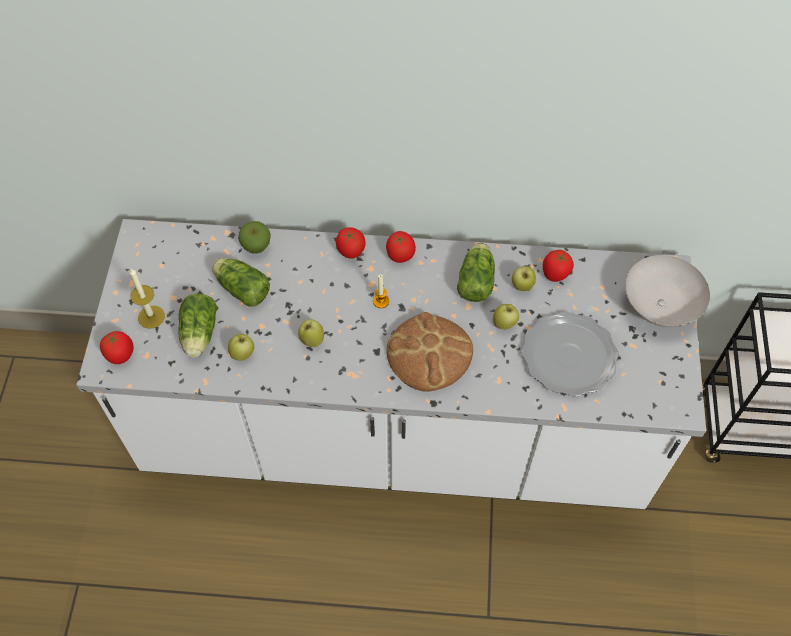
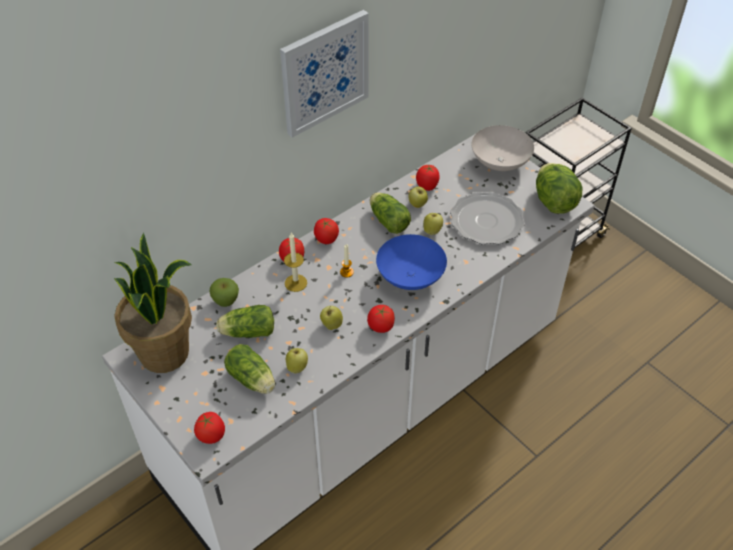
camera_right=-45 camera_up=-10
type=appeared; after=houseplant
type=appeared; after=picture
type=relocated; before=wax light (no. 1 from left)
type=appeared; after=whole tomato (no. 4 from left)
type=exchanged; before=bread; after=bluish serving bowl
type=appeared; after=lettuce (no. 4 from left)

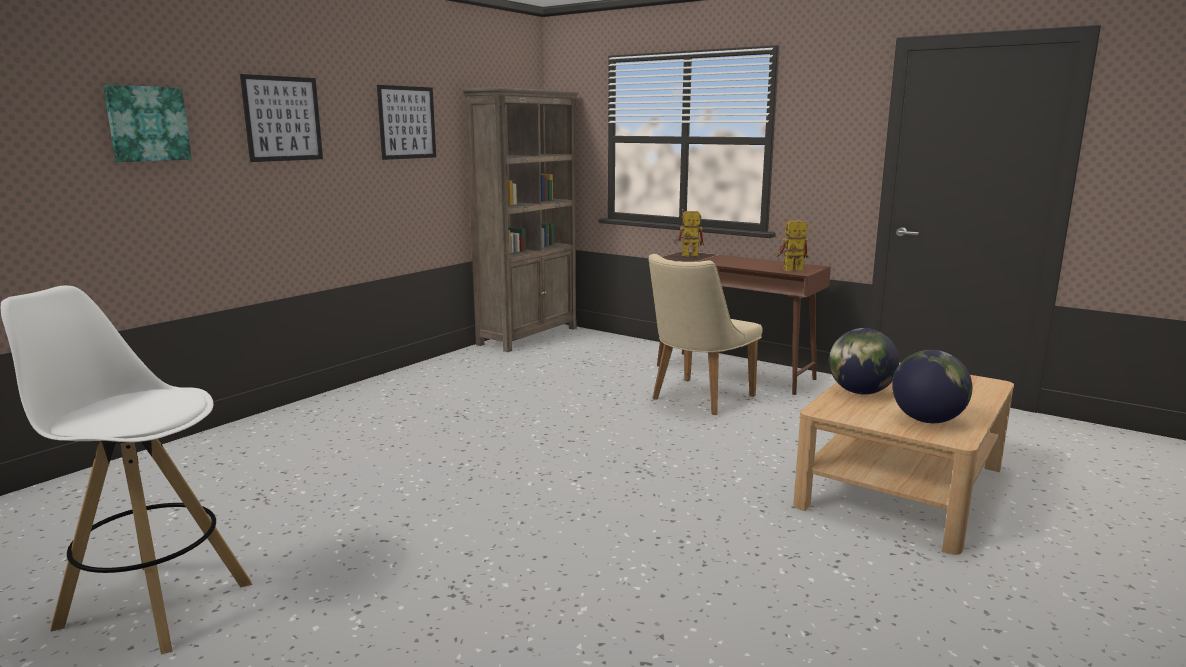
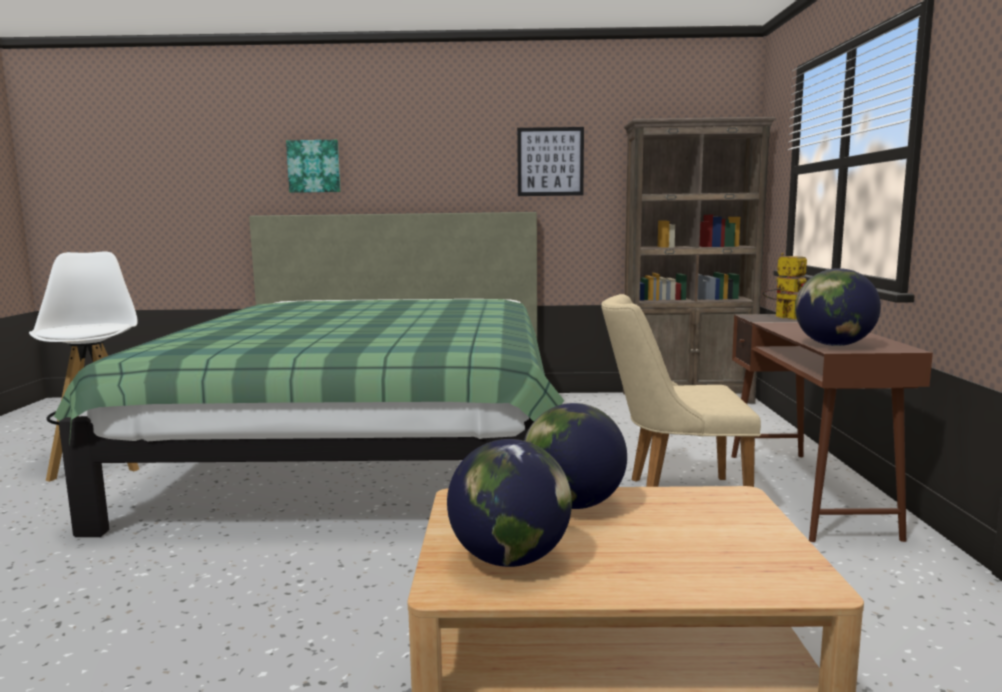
camera_right=55 camera_up=-5
type=appeared; after=green bedroom bed
type=exchanged; before=toy robot (no. 2 from left); after=desk globe (no. 3 from left)
type=missing; before=picture (no. 2 from left)

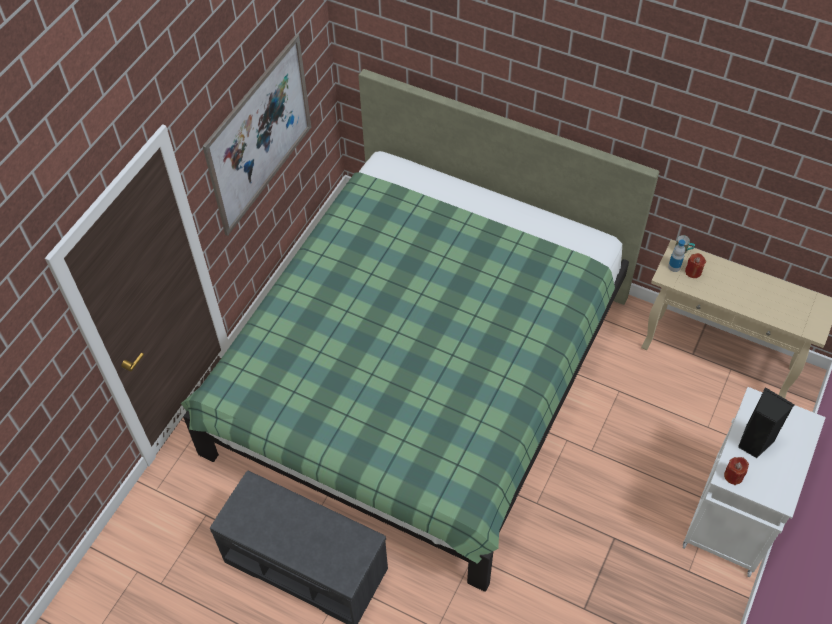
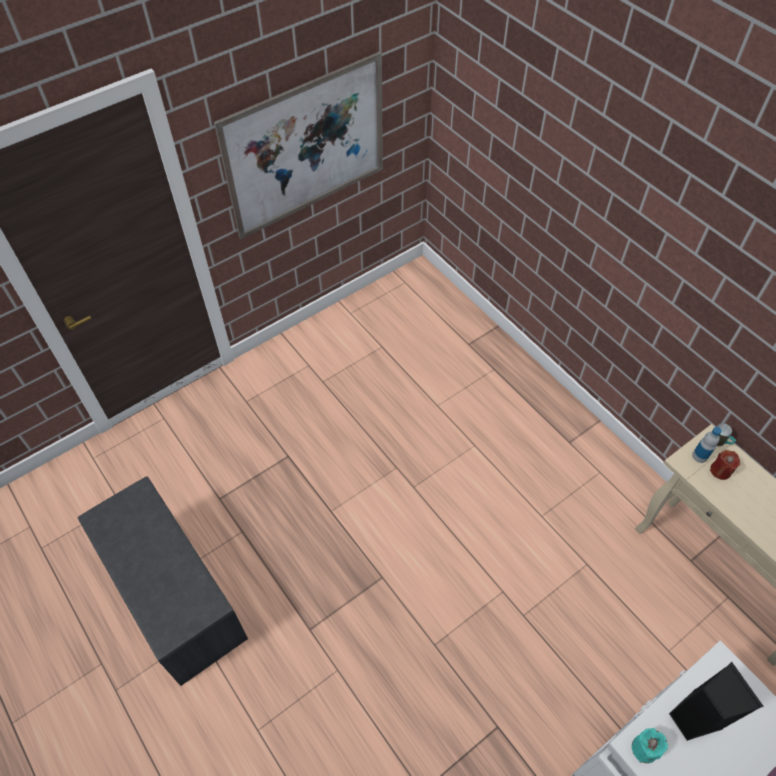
camera_right=25 camera_up=0
type=colour; before=reddish wax light (no. 2 from left); after=turquoise wax light
type=missing; before=green bedroom bed

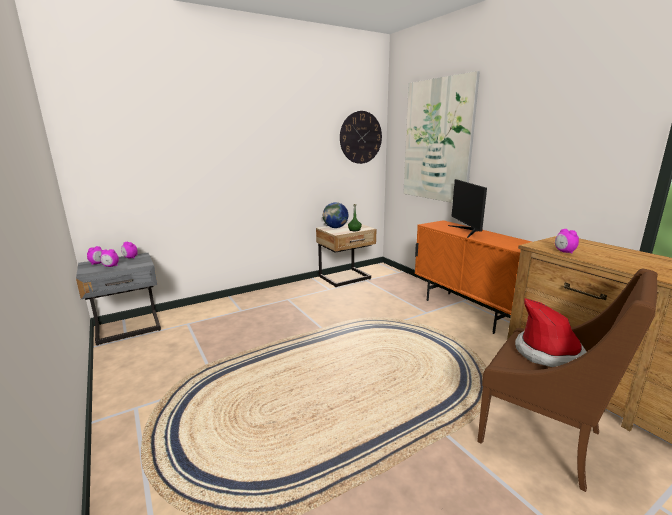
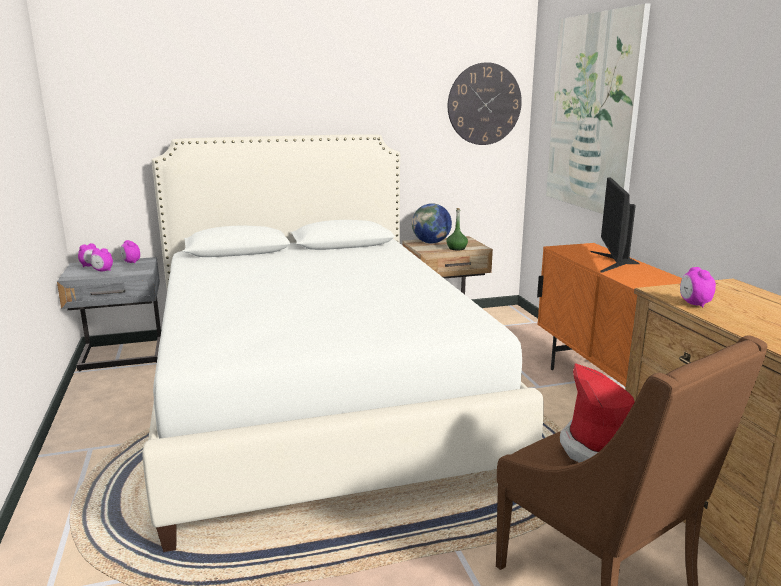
camera_right=15 camera_up=0
type=appeared; after=white-coloured bedroom bed

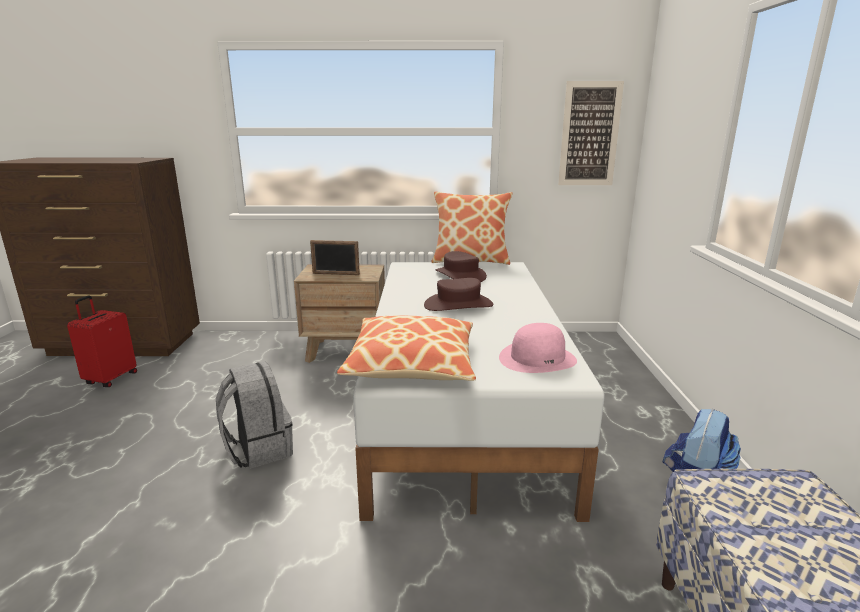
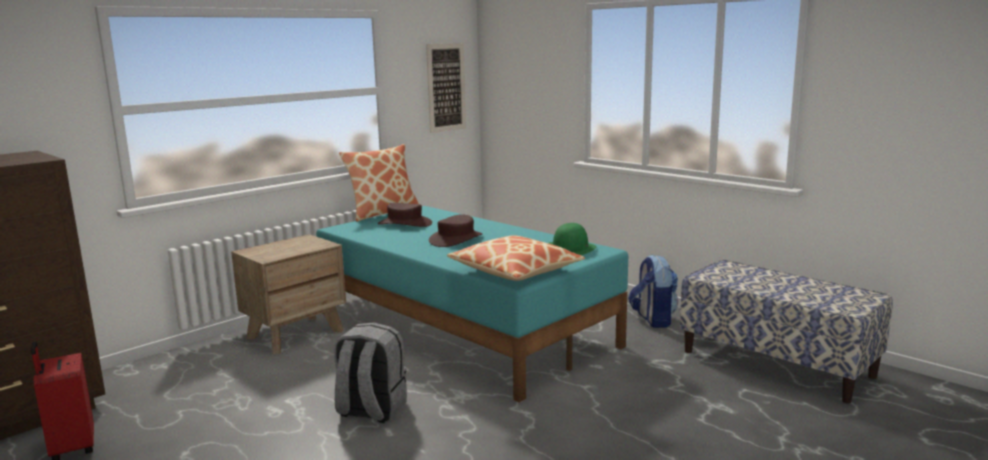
camera_right=-45 camera_up=-5
type=colour; before=white-coloured bedroom bed; after=turquoise bedroom bed
type=colour; before=pinkish wearable hat; after=green wearable hat
type=missing; before=standing frame

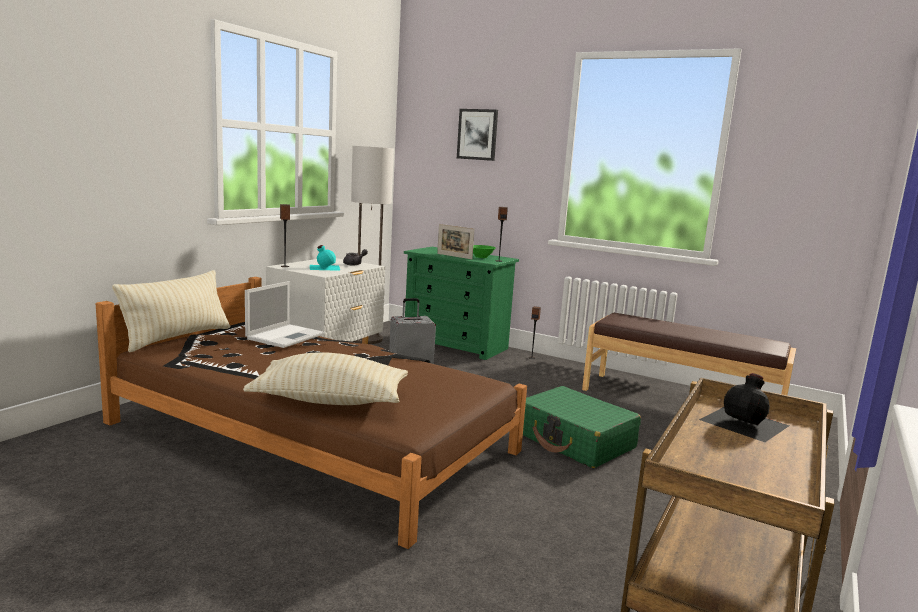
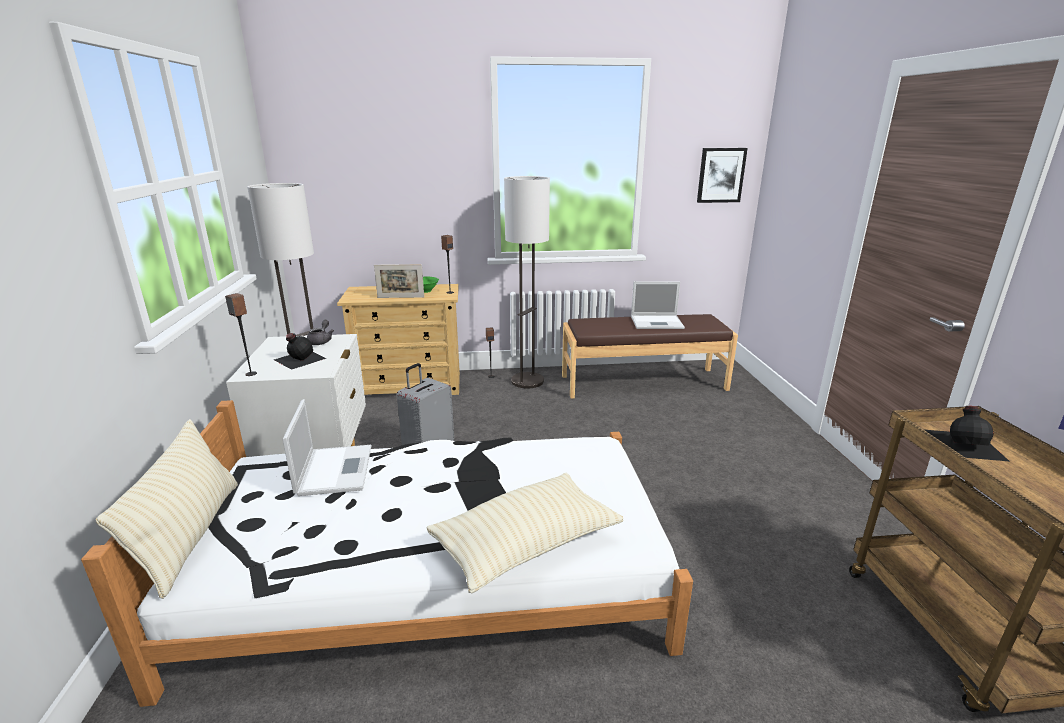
camera_right=-35 camera_up=10
type=colour; before=brownish bedroom bed; after=white-coloured bedroom bed
type=colour; before=turquoise drink bottle; after=blackish drink bottle (no. 1 from left)
type=colour; before=green dresser; after=beige dresser
type=appeared; after=standard lamp (no. 2 from left)
type=appeared; after=laptop (no. 2 from left)
type=relocated; before=picture
type=missing; before=green piece of luggage

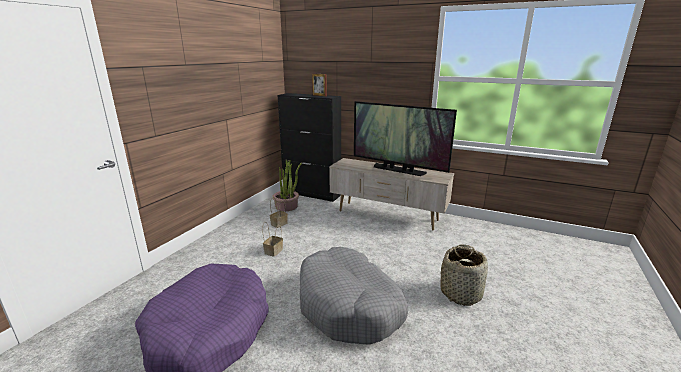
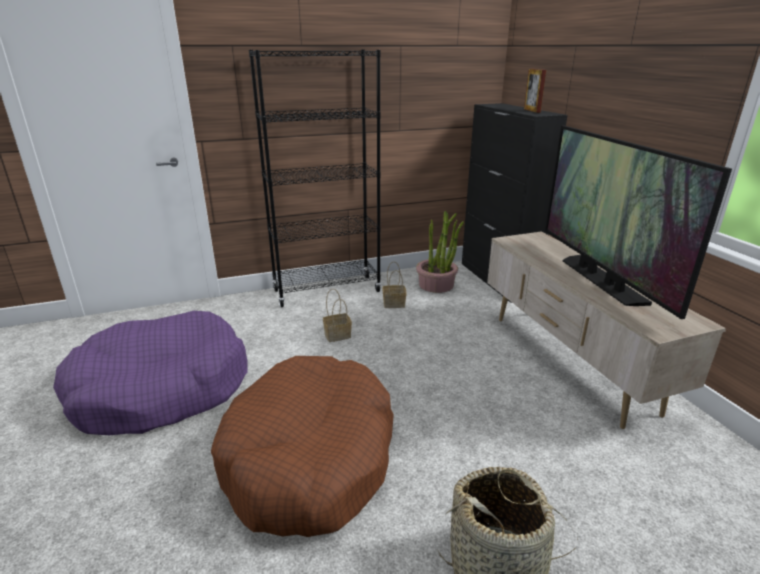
camera_right=45 camera_up=5
type=colour; before=grey dog cushion; after=brownish dog cushion
type=appeared; after=blackish bookcase

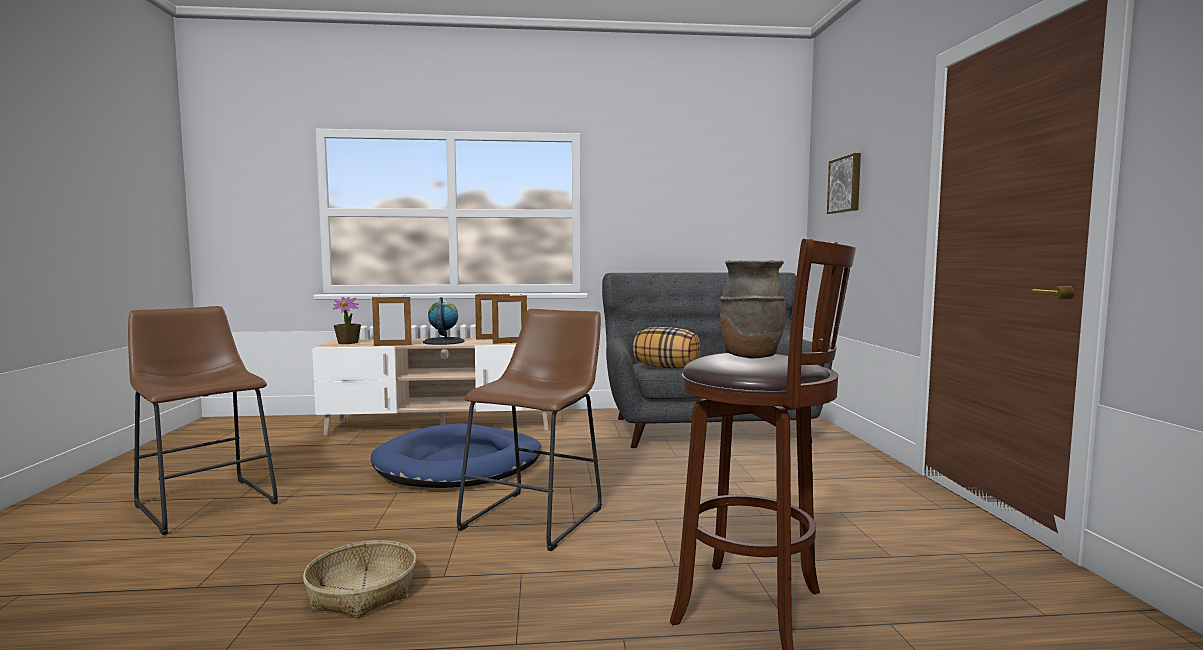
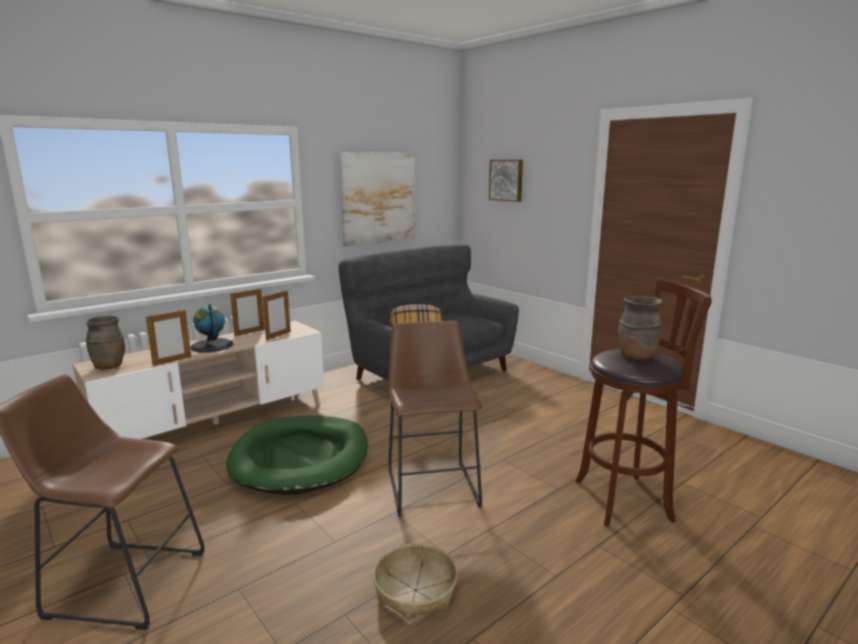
camera_right=-35 camera_up=10
type=exchanged; before=houseplant; after=brownish vase (no. 1 from left)
type=colour; before=bluish dog cushion; after=green dog cushion
type=appeared; after=picture (no. 1 from left)

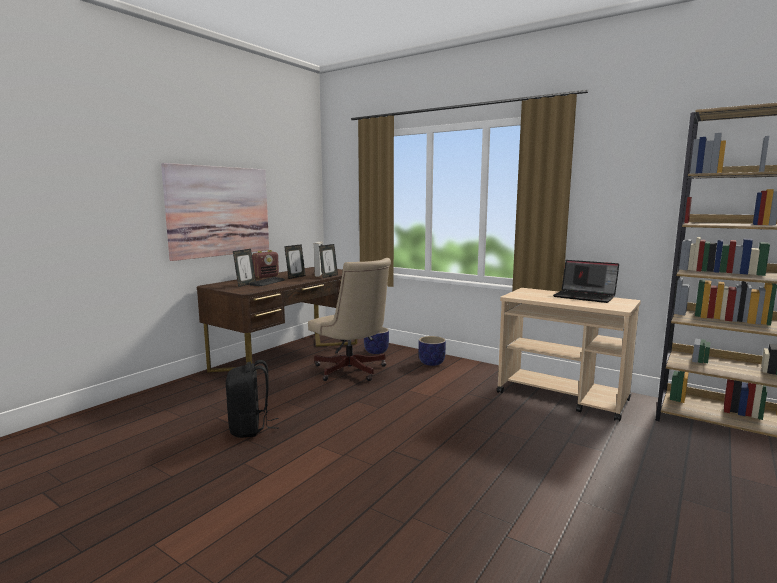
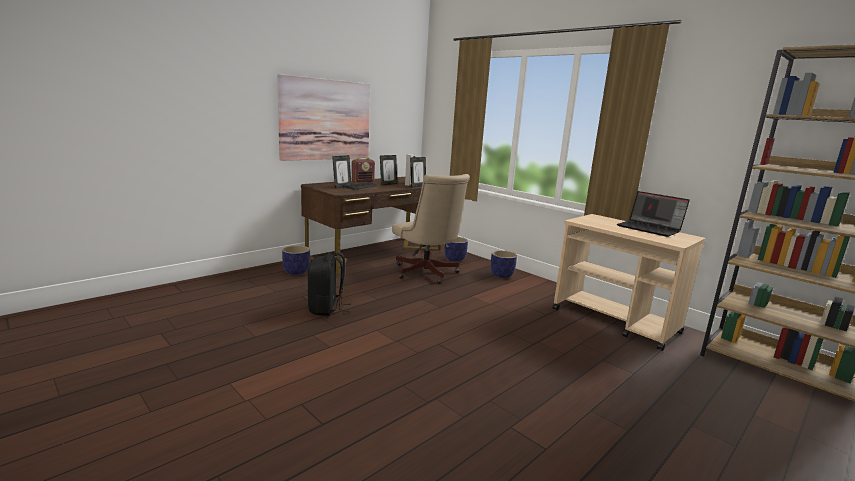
camera_right=10 camera_up=5
type=appeared; after=planter (no. 1 from left)

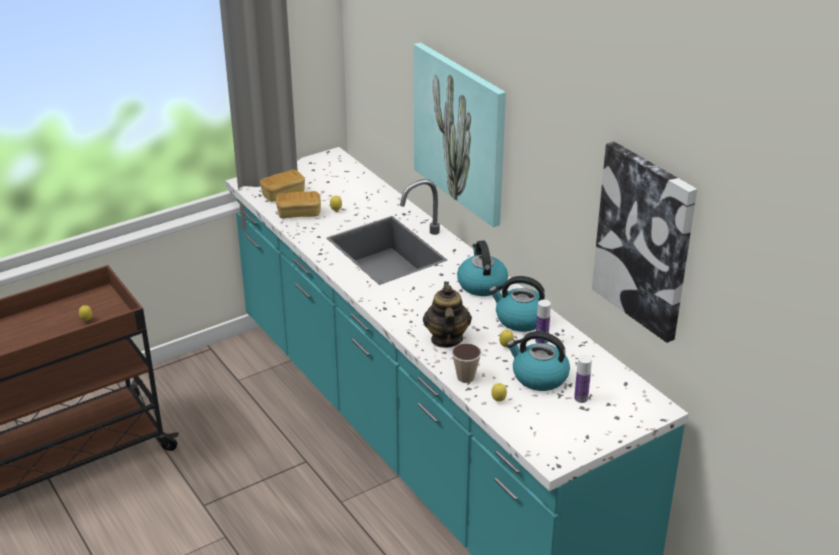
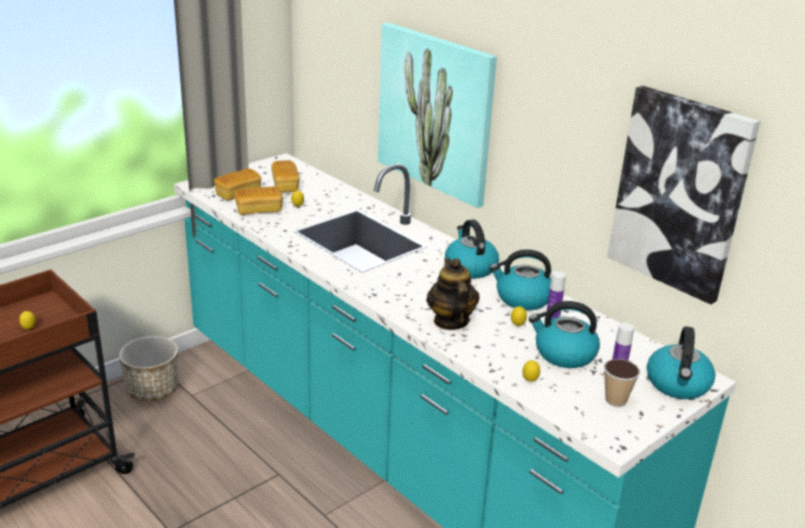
camera_right=-10 camera_up=-5
type=appeared; after=planter
type=appeared; after=bread (no. 3 from left)
type=relocated; before=cup
type=appeared; after=tea kettle (no. 4 from left)

